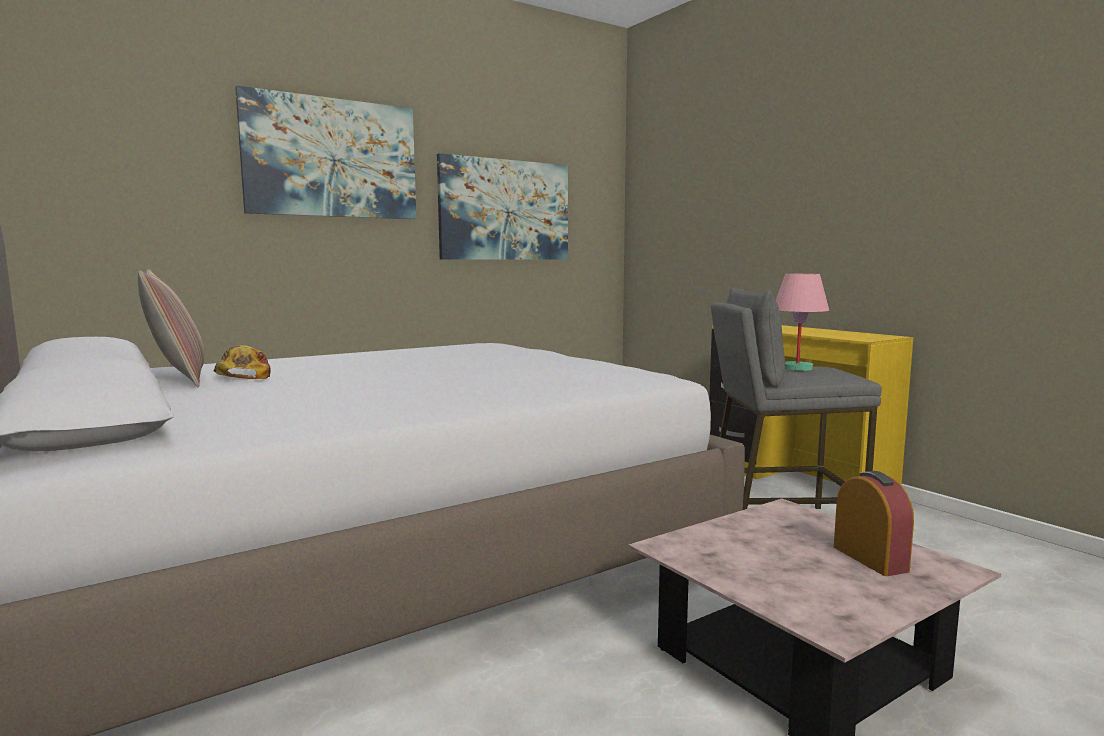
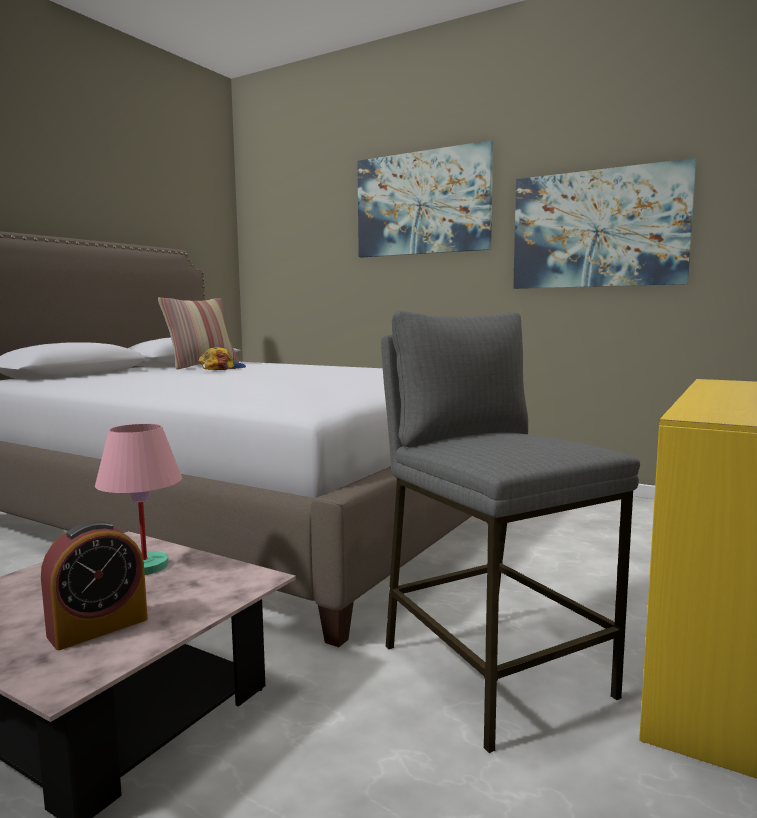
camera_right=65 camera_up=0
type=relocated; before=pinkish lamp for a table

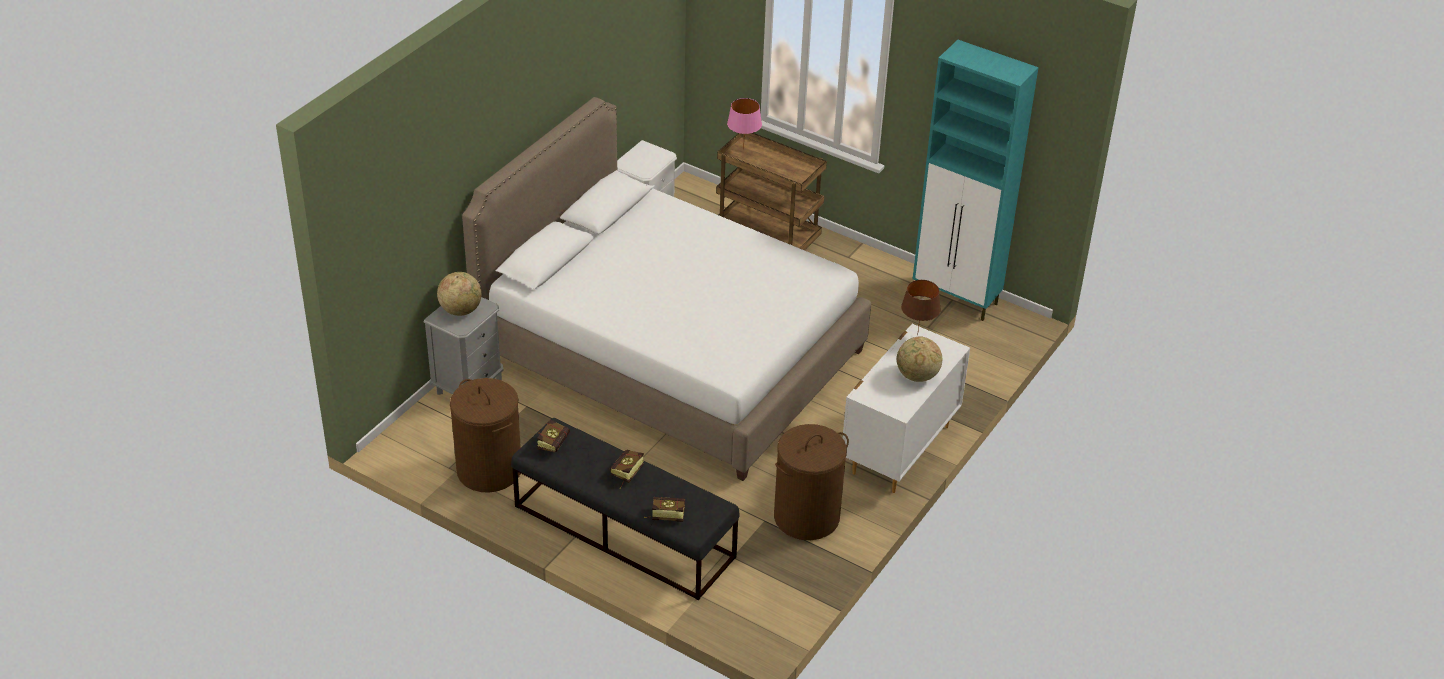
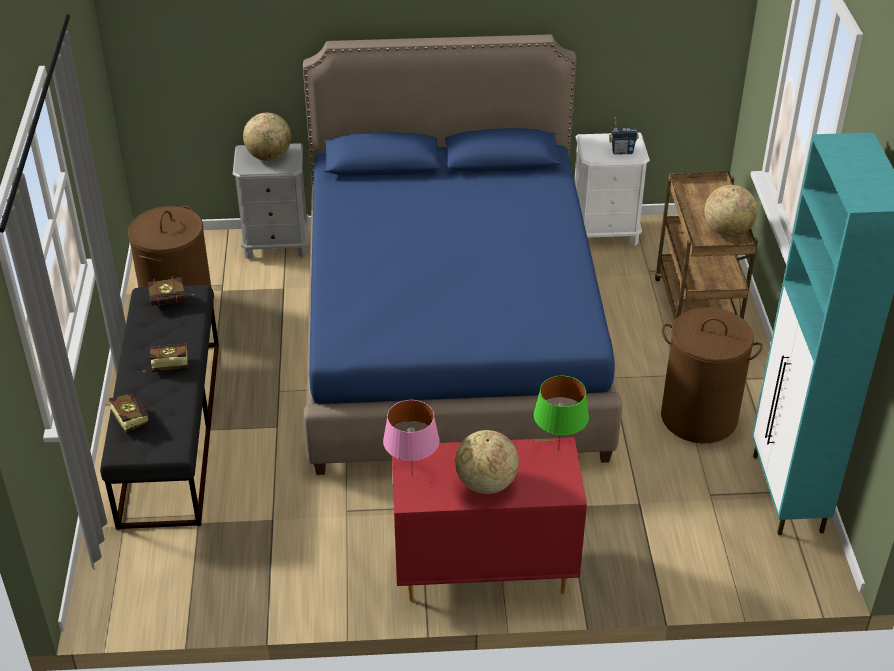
camera_right=55 camera_up=0
type=colour; before=white-coloured bedroom bed; after=bluish bedroom bed
type=relocated; before=pinkish lamp for a table
type=colour; before=white-coloured dresser; after=reddish dresser
type=colour; before=brownish lamp for a table; after=green lamp for a table
type=appeared; after=radio
type=relocated; before=brownish hamper (no. 2 from left)
type=appeared; after=desk globe (no. 3 from left)

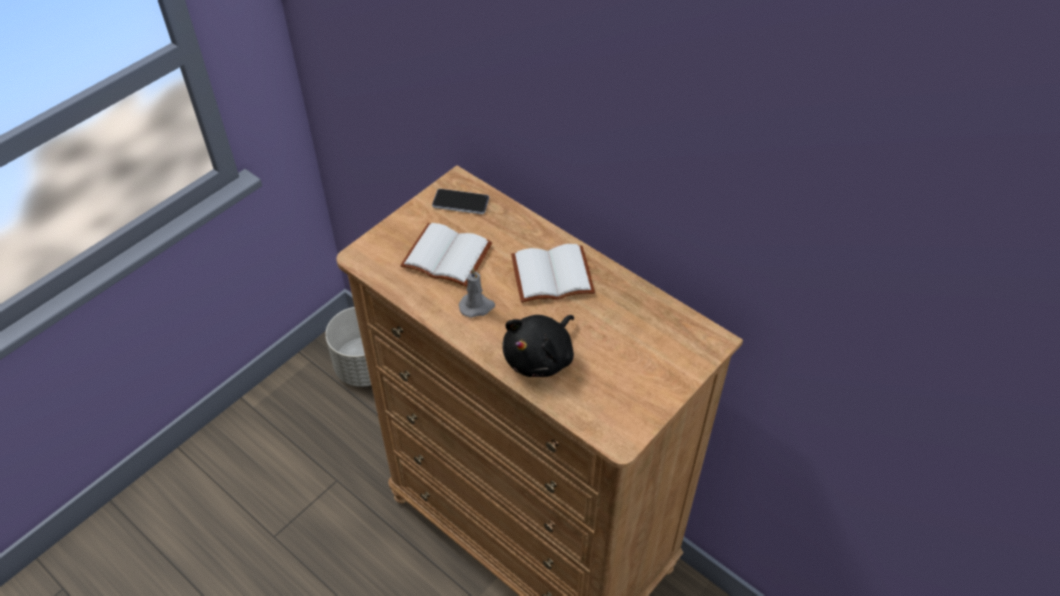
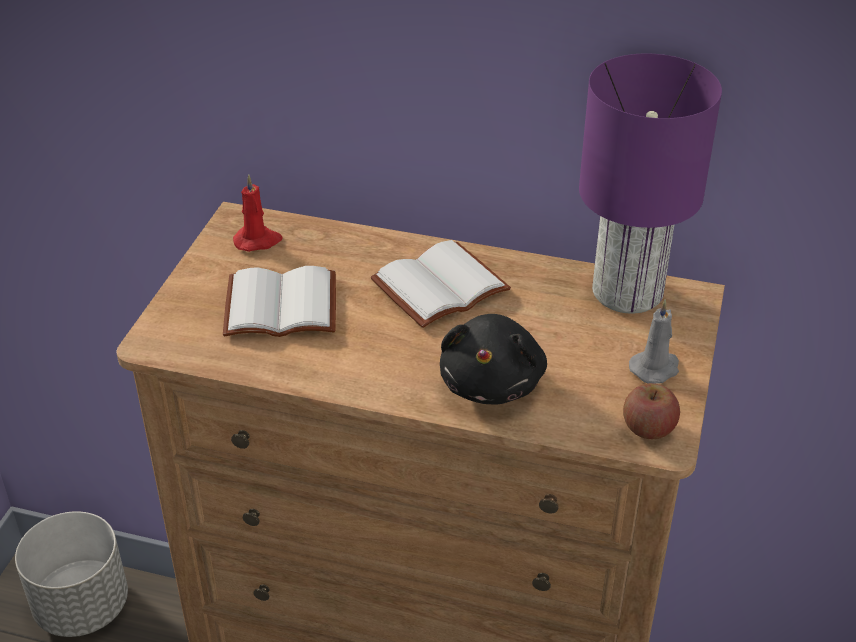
camera_right=-25 camera_up=-10
type=exchanged; before=phone; after=reddish wax light
type=appeared; after=purple-coloured lamp for a table
type=appeared; after=apple fruit
type=relocated; before=grey wax light

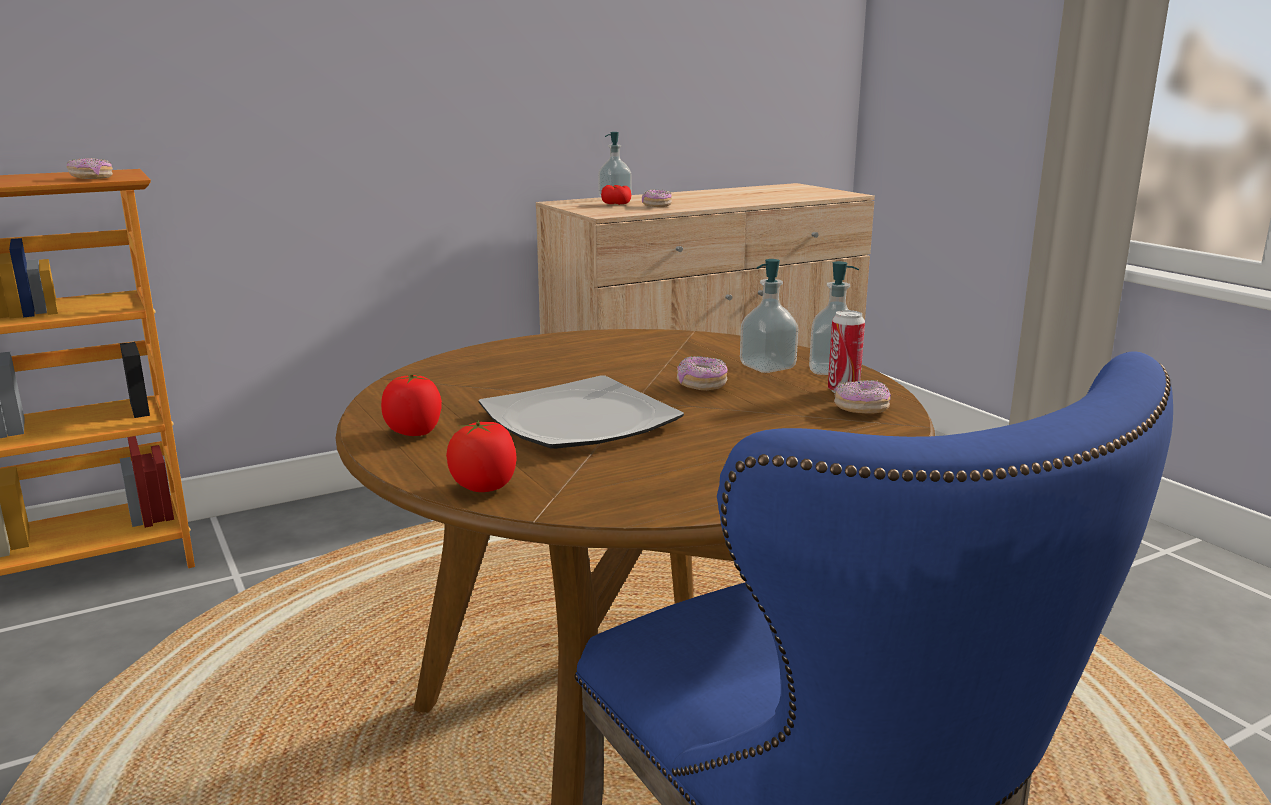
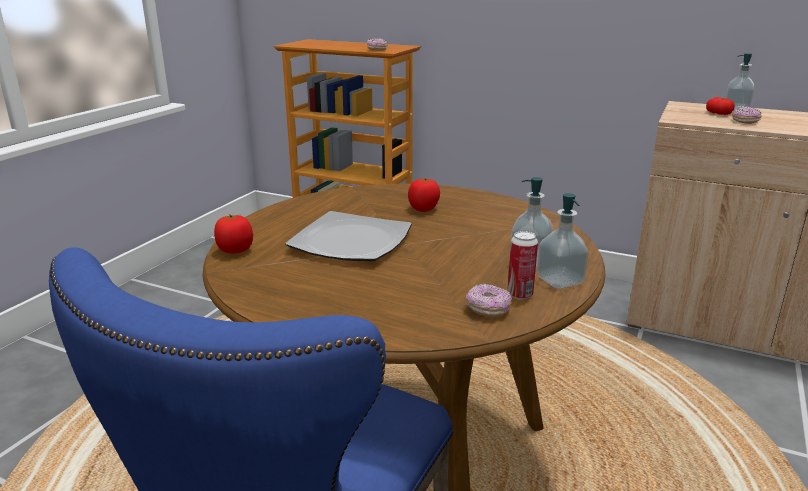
camera_right=55 camera_up=5
type=relocated; before=whole tomato (no. 1 from left in the first image); after=whole tomato (no. 2 from left)
type=missing; before=doughnut (no. 3 from left)

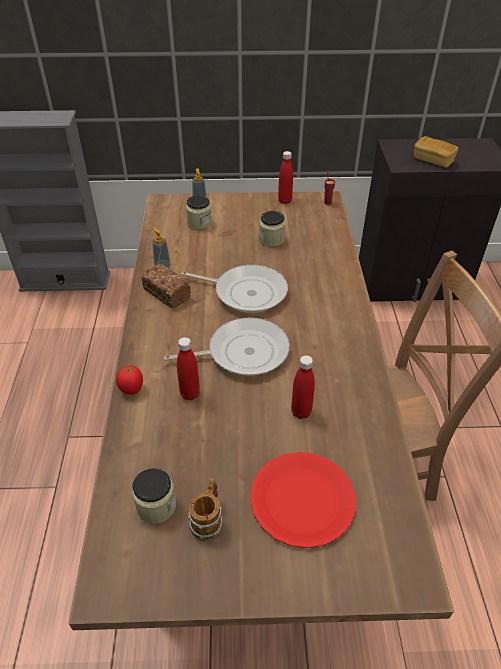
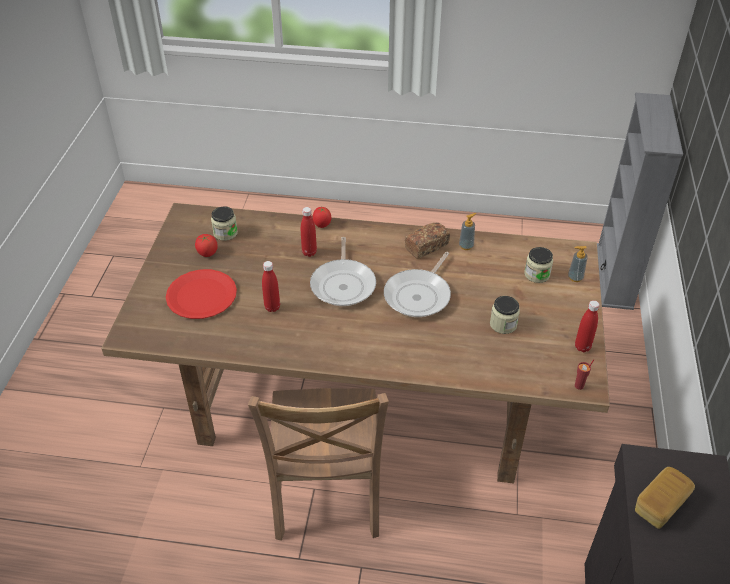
camera_right=100 camera_up=0
type=exchanged; before=mug; after=whole tomato (no. 1 from left)

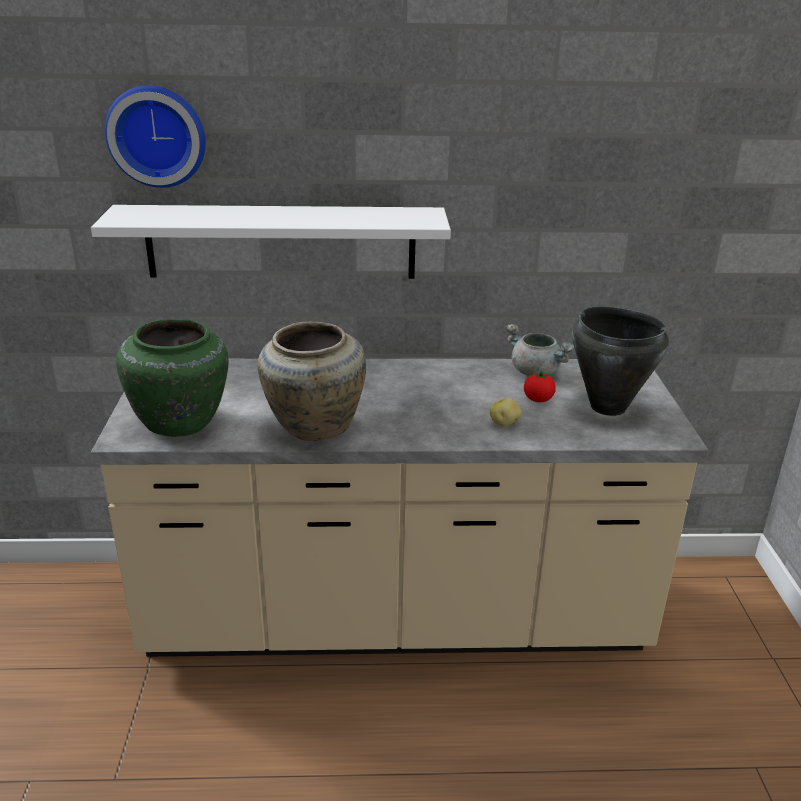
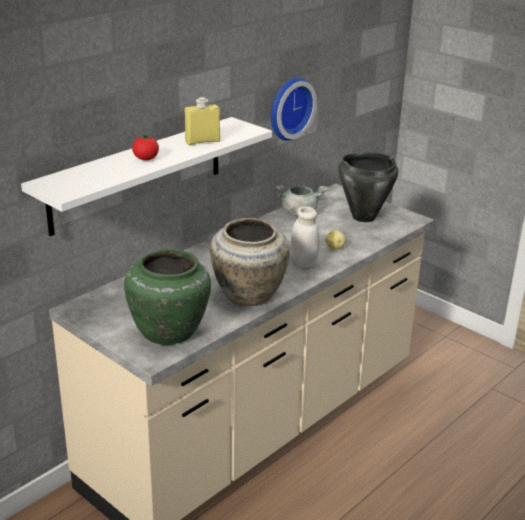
camera_right=-45 camera_up=0
type=relocated; before=whole tomato
type=appeared; after=yellowish drink bottle
type=relocated; before=hanging clock
type=appeared; after=white-coloured jar

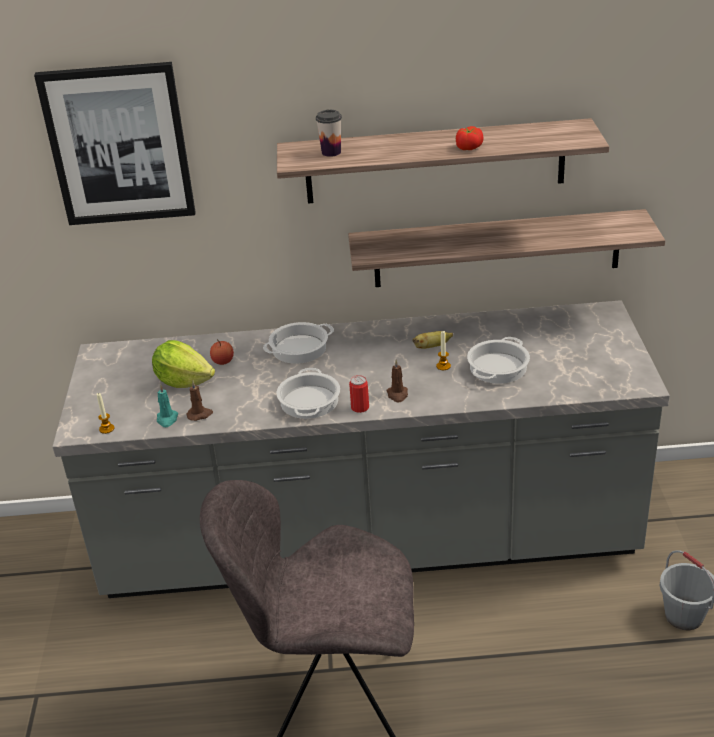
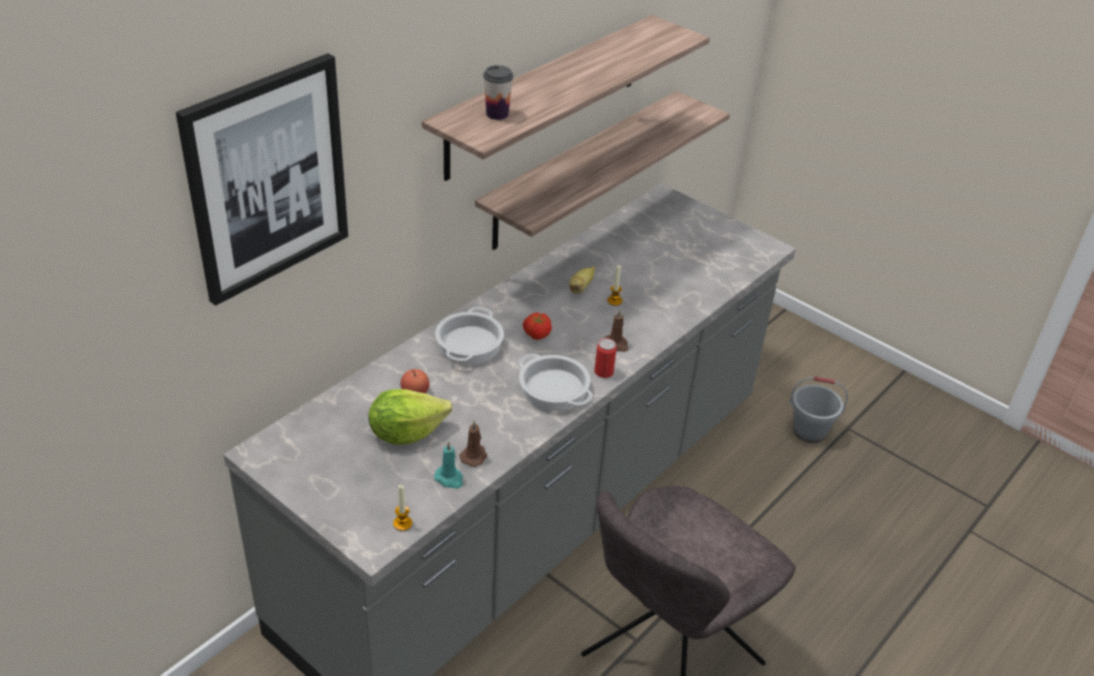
camera_right=-50 camera_up=5
type=relocated; before=whole tomato
type=missing; before=saucepot (no. 3 from left)

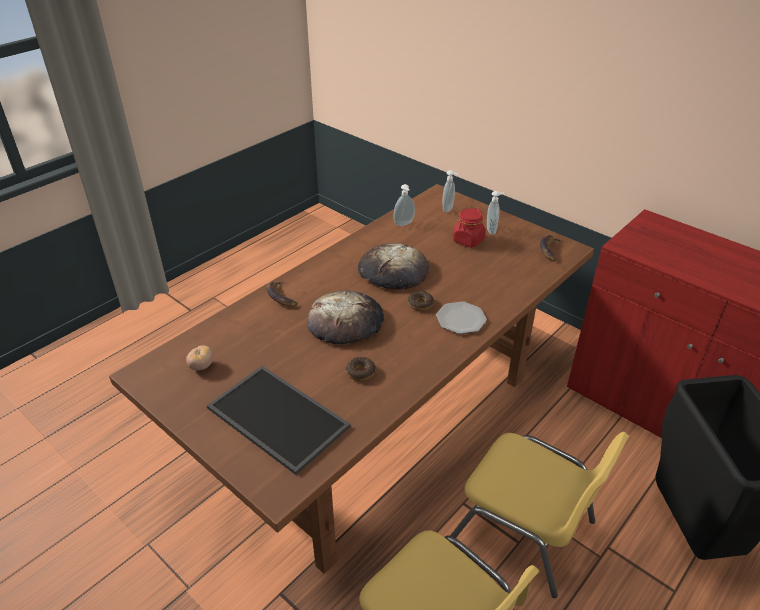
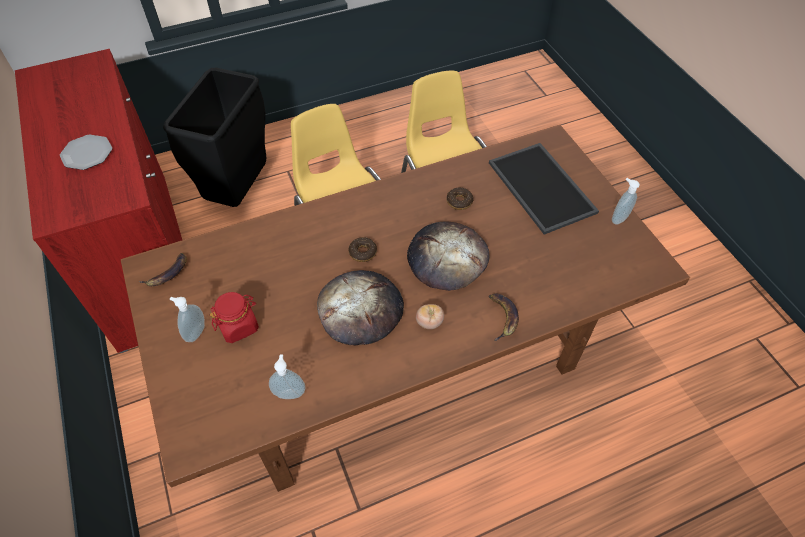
camera_right=-155 camera_up=15
type=relocated; before=dinner plate
type=relocated; before=whole tomato
type=relocated; before=soap bottle (no. 2 from left in the first image); after=soap bottle (no. 3 from left)

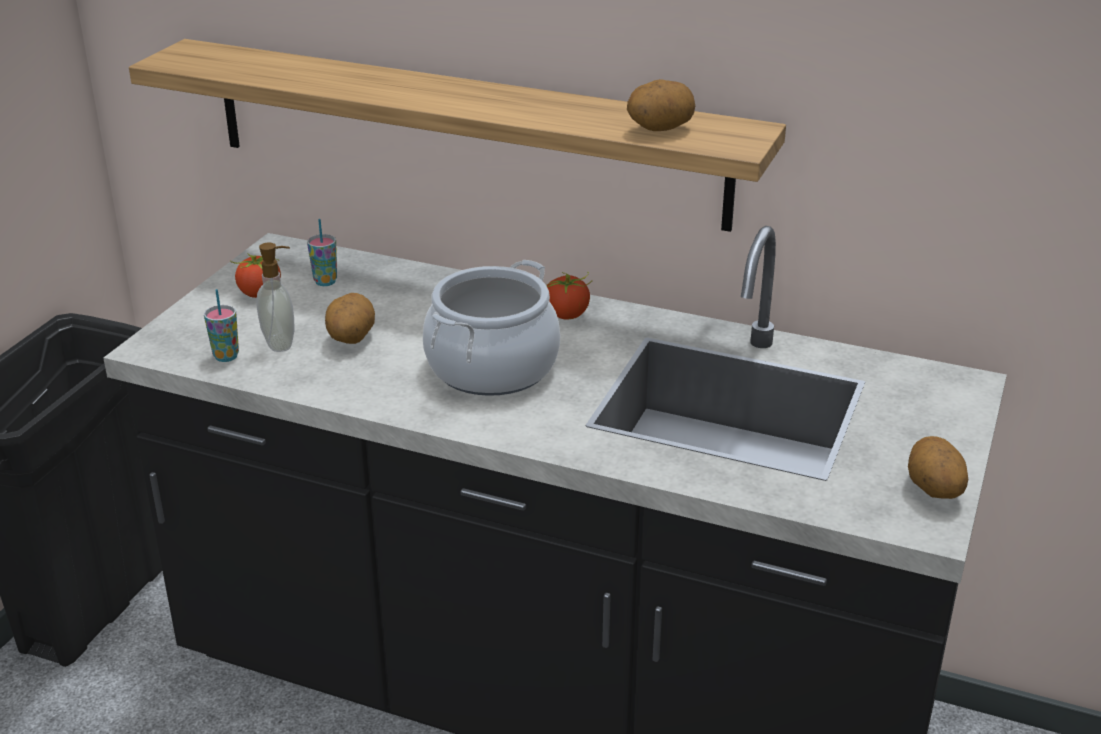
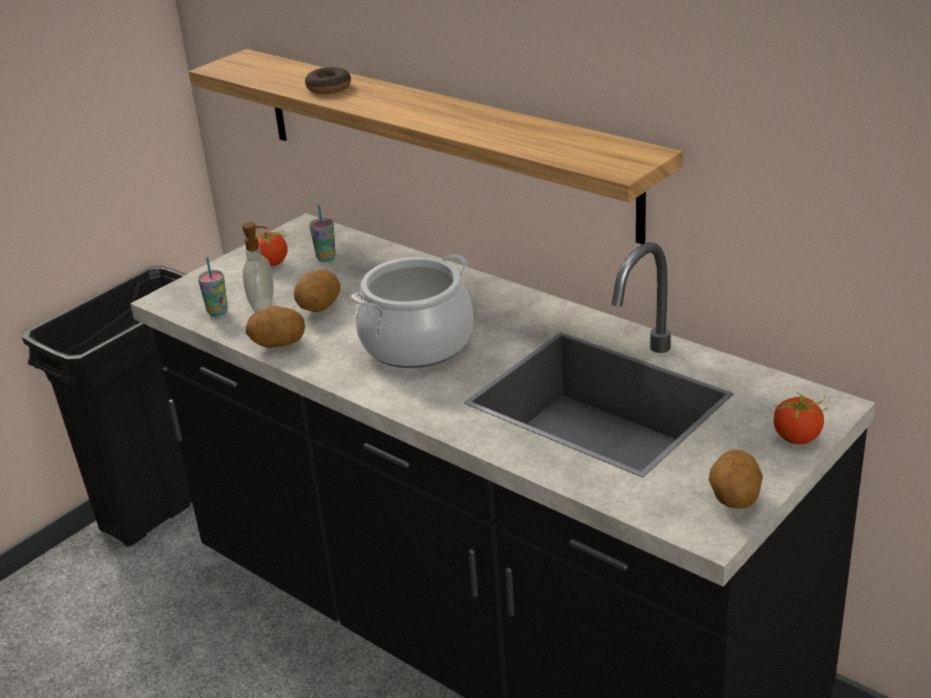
camera_right=20 camera_up=0
type=relocated; before=whole potato (no. 2 from left in the first image); after=whole potato (no. 1 from left)
type=appeared; after=doughnut
type=relocated; before=whole tomato (no. 2 from left)

